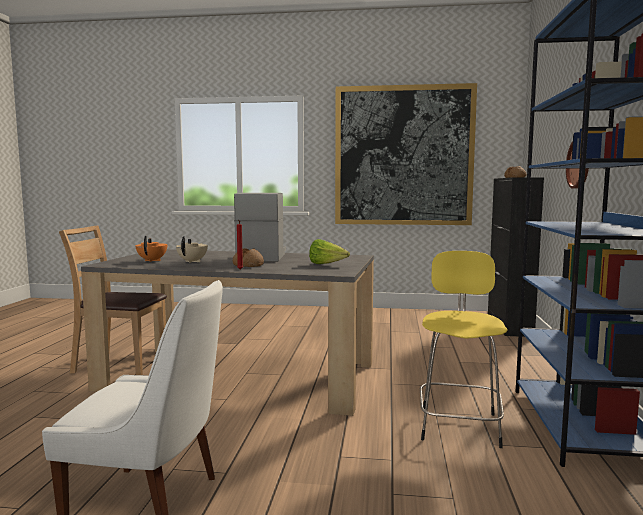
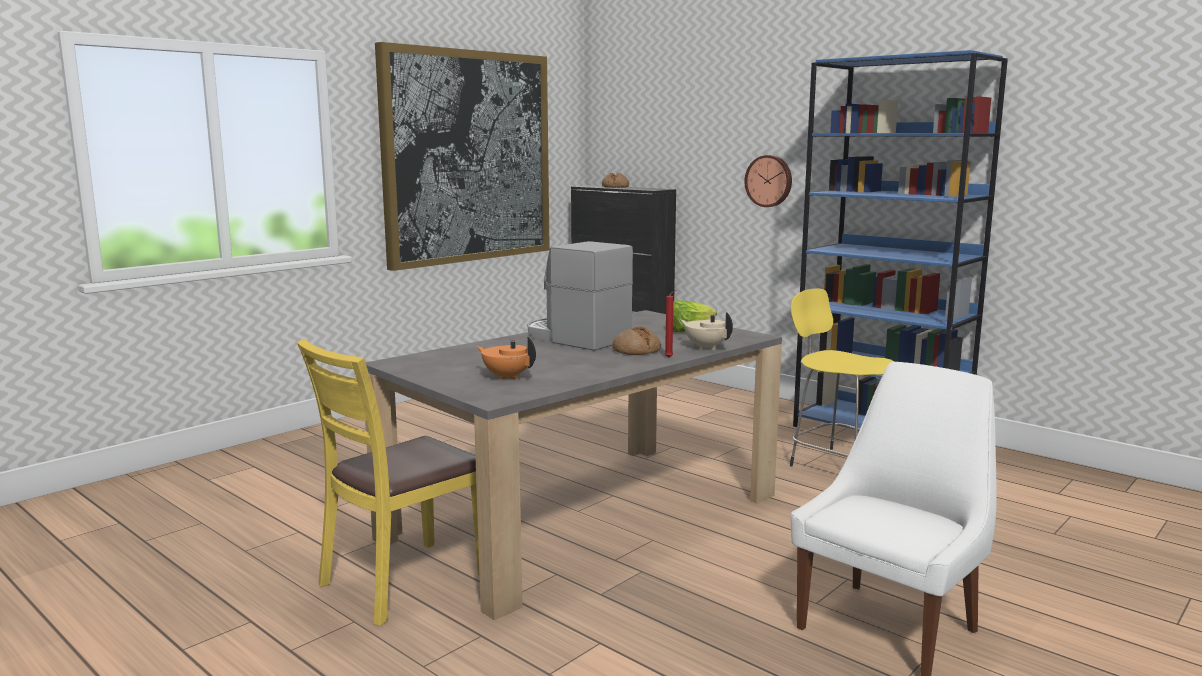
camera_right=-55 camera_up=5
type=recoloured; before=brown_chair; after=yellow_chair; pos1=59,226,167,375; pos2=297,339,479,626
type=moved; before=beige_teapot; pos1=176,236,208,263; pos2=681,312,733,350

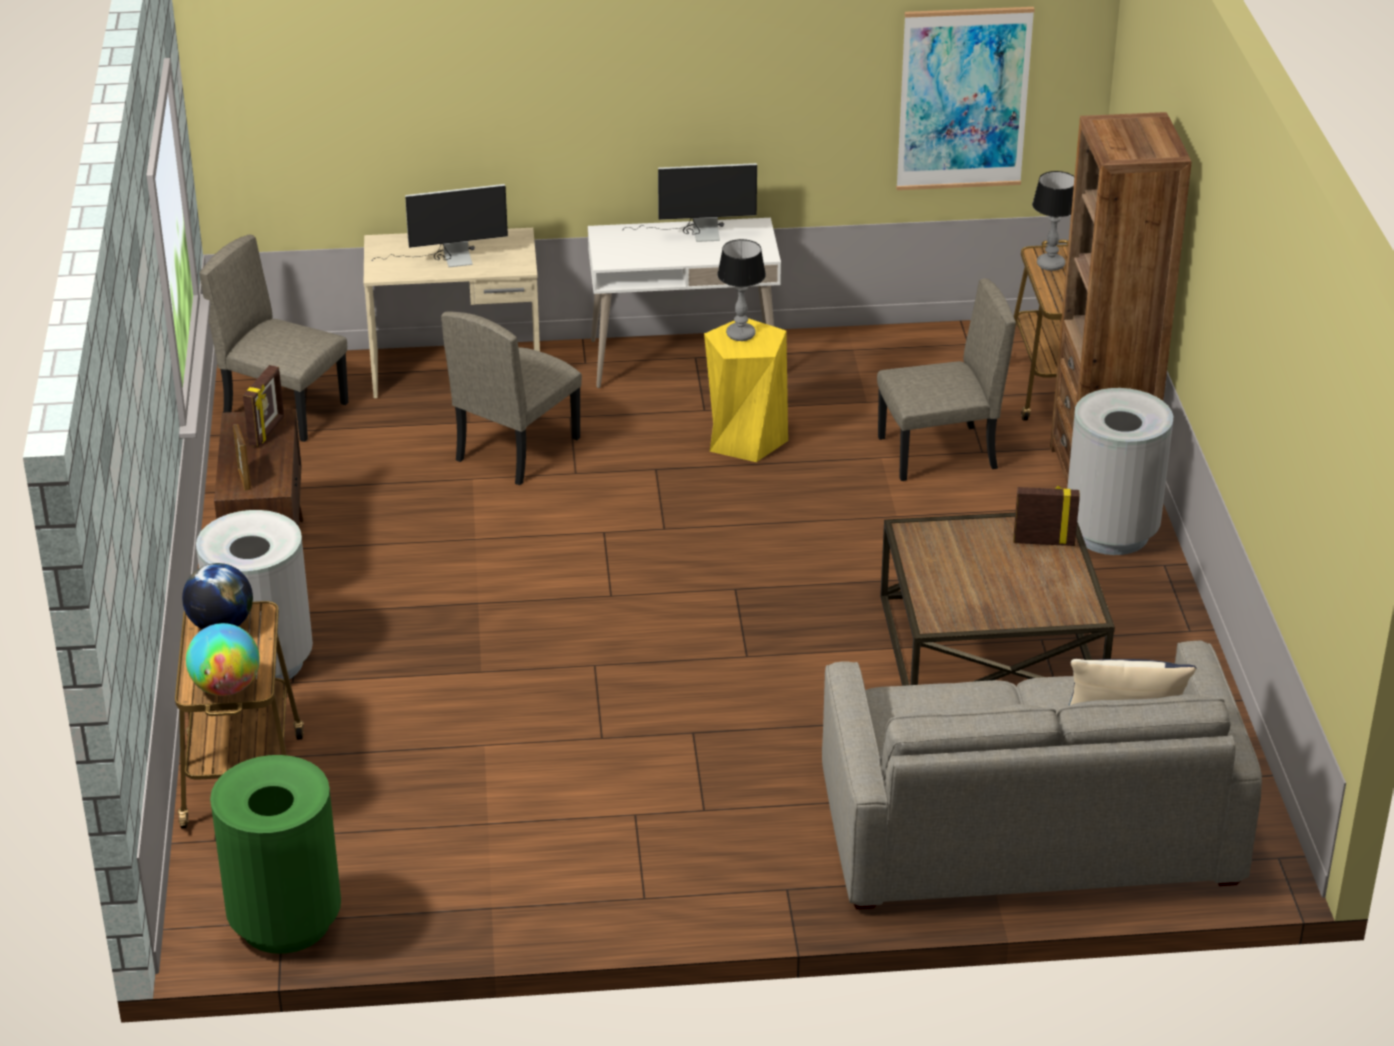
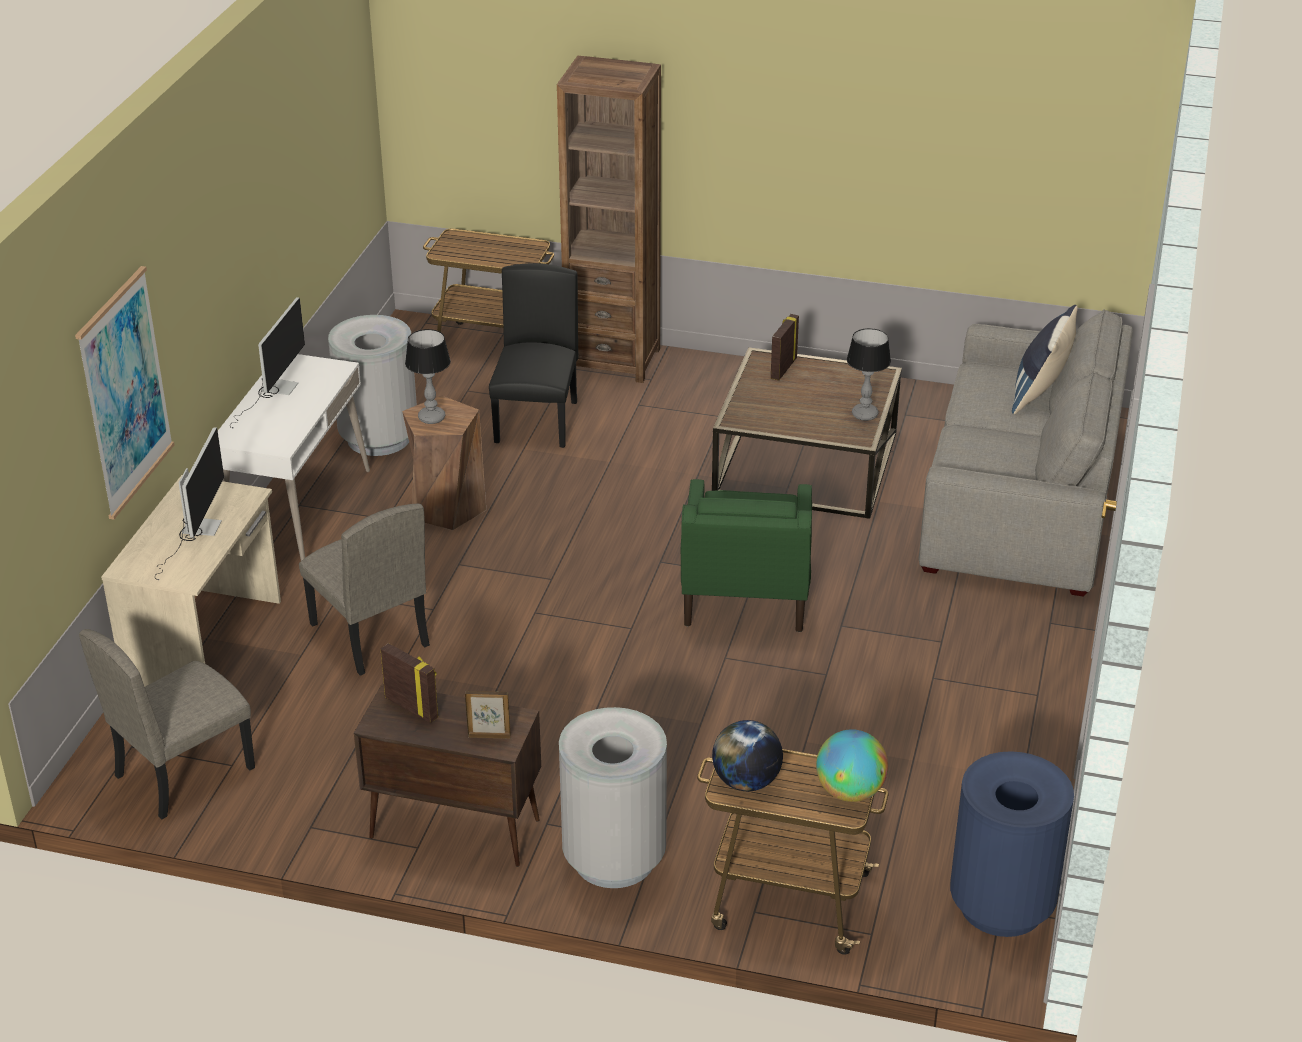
camera_right=-70 camera_up=0
type=moved; before=picture; pos1=896,7,1035,190; pos2=75,266,174,520
type=moved; before=grey_trash_can; pos1=1067,388,1173,555; pos2=328,315,417,456
type=recoloured; before=yellow_stool; after=brown_stool; pos1=704,318,788,462; pos2=402,396,486,530
type=recoloured; before=beige_chair; after=black_chair; pos1=877,278,1016,481; pos2=489,263,578,448
type=added; after=green_armchair; pos2=681,479,812,632
type=moved; before=table_lamp; pos1=1032,171,1075,271; pos2=847,328,891,421
type=recoloured; before=green_trash_can; after=blue_trash_can; pos1=210,755,341,954; pos2=950,751,1074,937

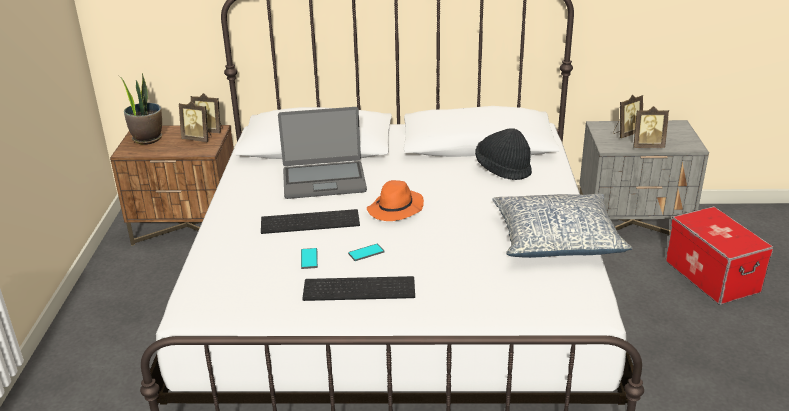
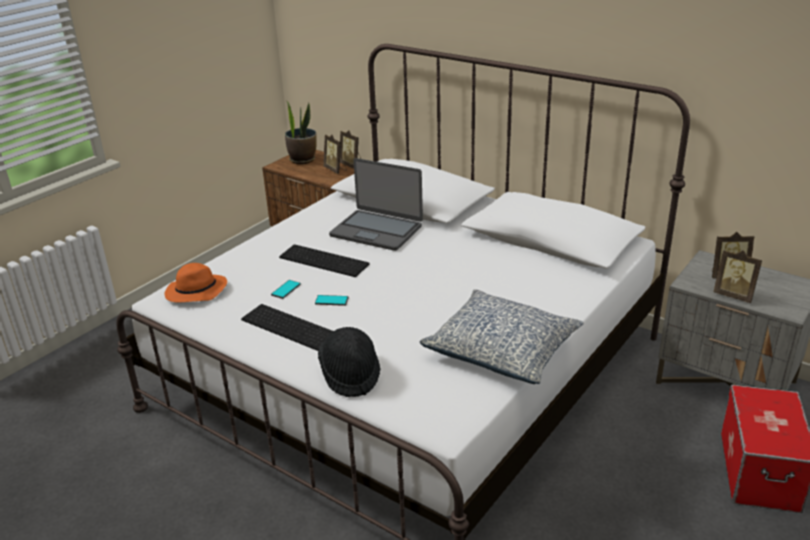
camera_right=35 camera_up=0
type=moved; before=orange_hat; pos1=367,180,424,221; pos2=165,263,227,303
type=moved; before=black_hat; pos1=475,128,532,180; pos2=318,327,380,397

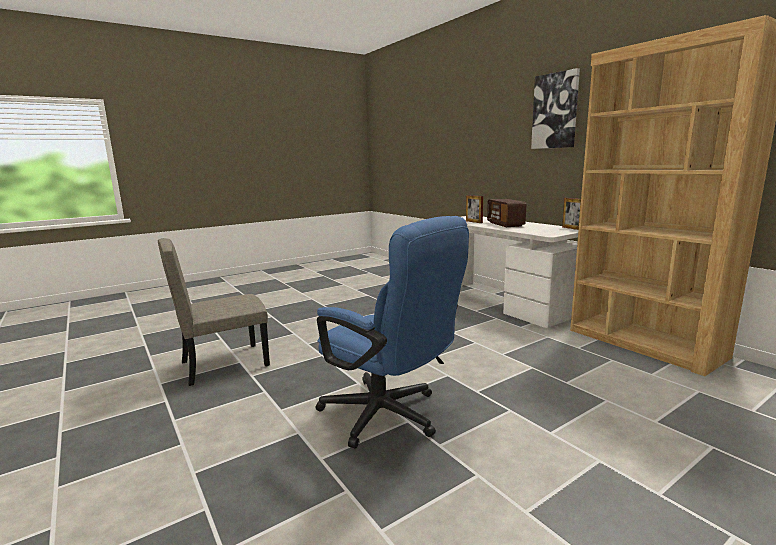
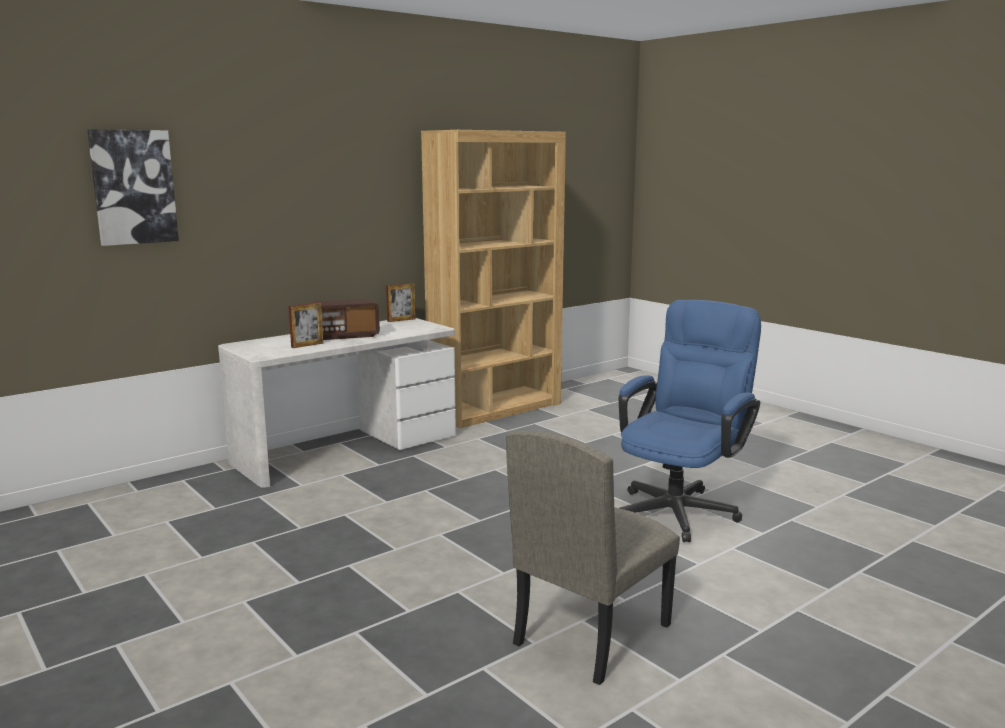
camera_right=-95 camera_up=0
type=moved; before=picture; pos1=531,68,580,149; pos2=87,129,179,246
type=turned; before=beige_chair; pos1=158,238,270,386; pos2=506,431,680,685; turn=75

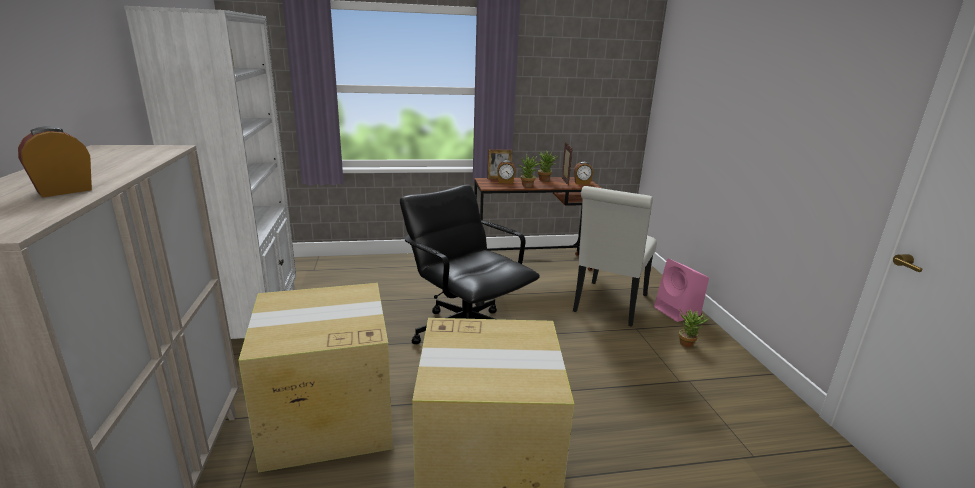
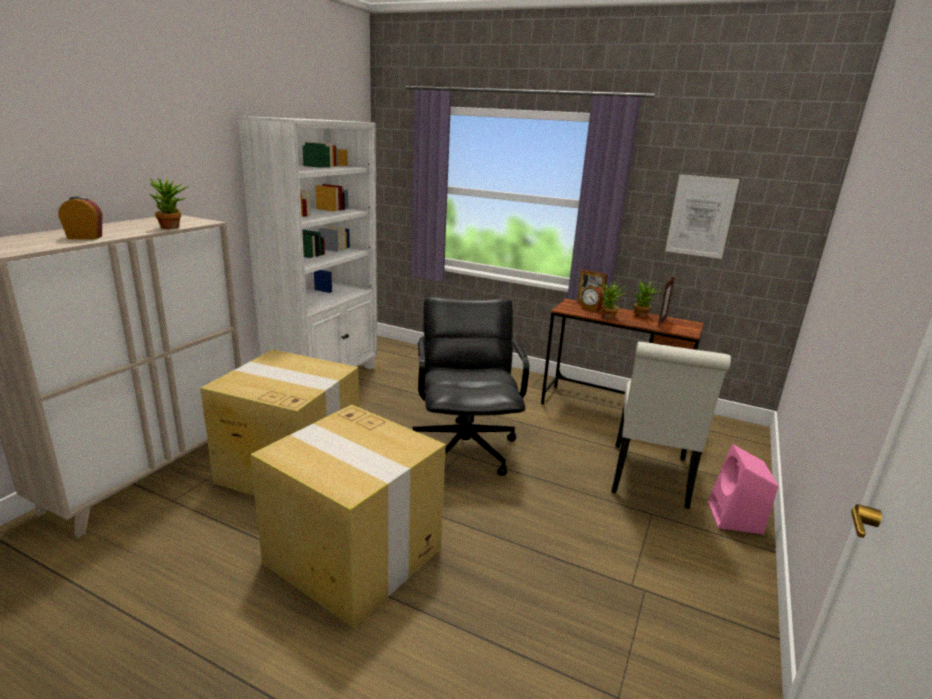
camera_right=35 camera_up=0
type=moved; before=potted_plant; pos1=679,309,709,347; pos2=149,178,188,229
type=turned; before=white_chair; pos1=573,186,657,327; pos2=611,342,731,509; turn=-45
type=added; after=picture; pos2=665,174,740,259
type=removed; before=alarm_clock; pos1=574,162,593,185

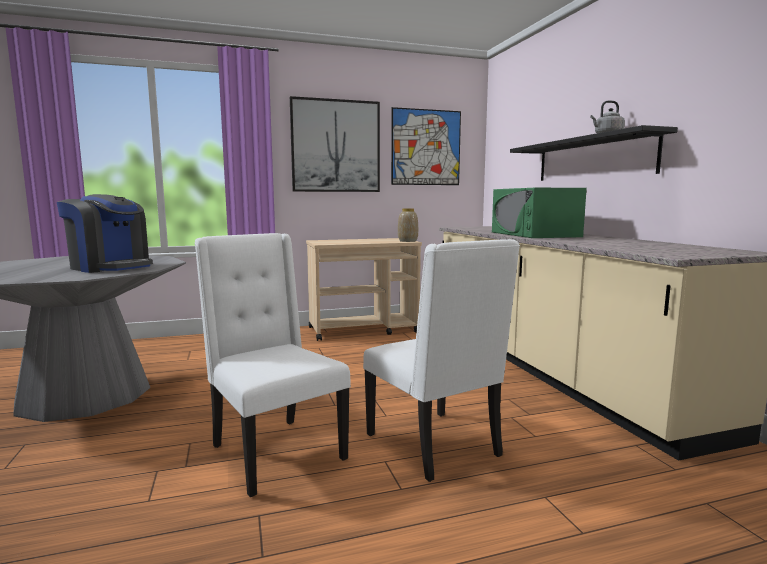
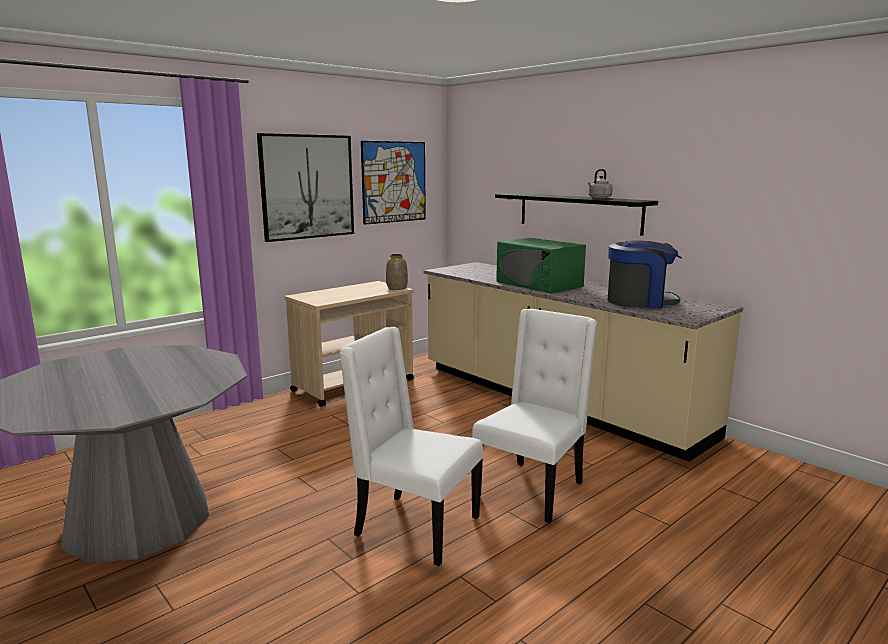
camera_right=-25 camera_up=5
type=turned; before=white_chair; pos1=363,239,520,482; pos2=472,309,597,523; turn=-90
type=moved; before=coffee_machine; pos1=57,194,153,273; pos2=608,240,682,308

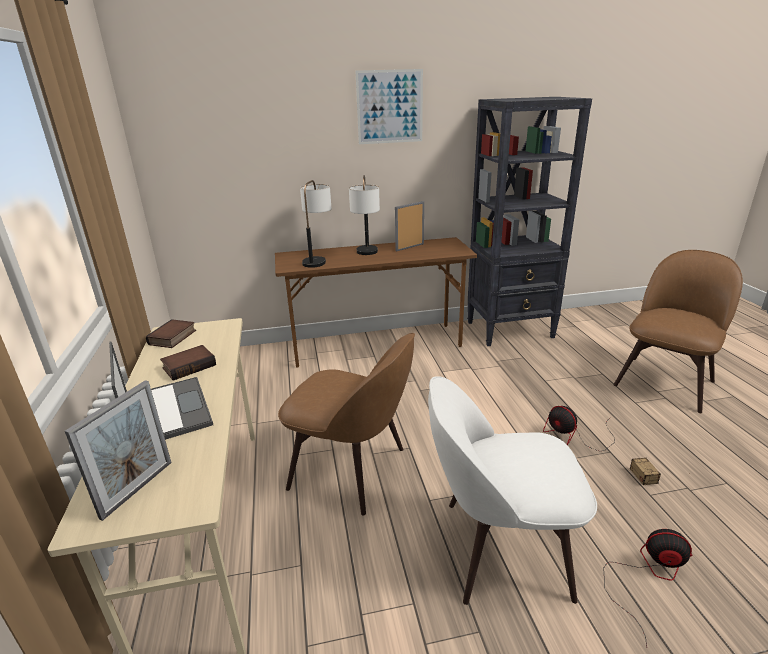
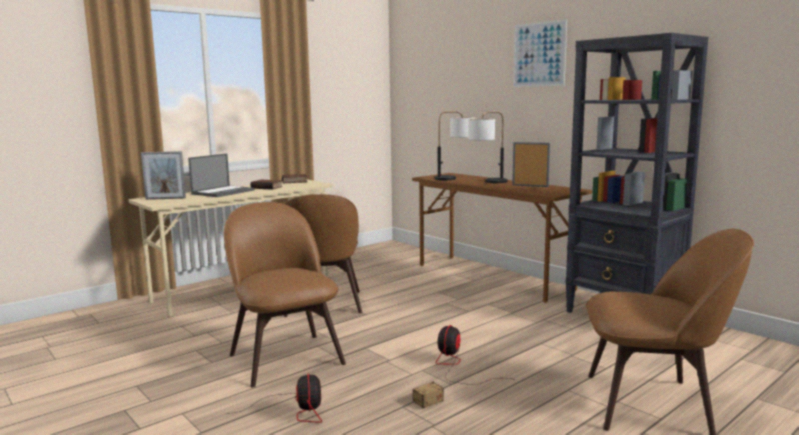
camera_right=60 camera_up=-15
type=recoloured; before=white_chair; after=brown_chair; pos1=428,376,597,605; pos2=224,202,346,388

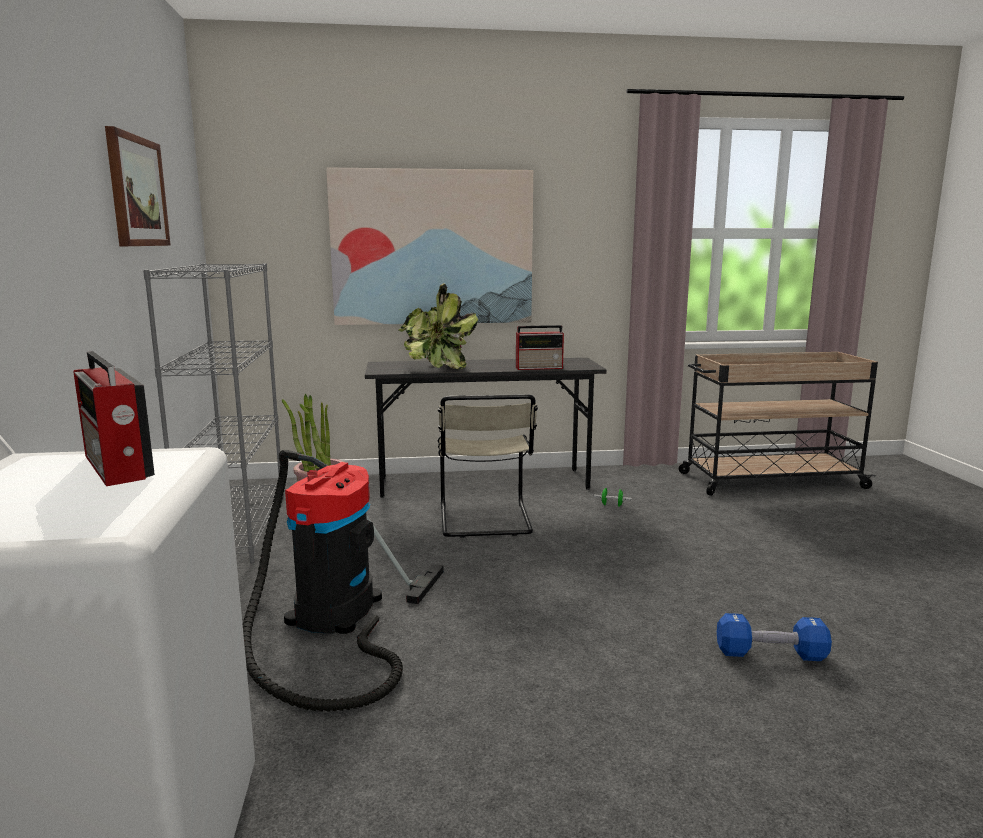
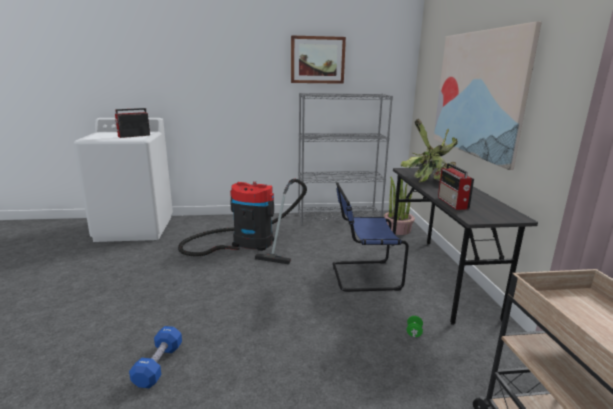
camera_right=90 camera_up=5
type=recoloured; before=beige_chair; after=blue_chair; pos1=438,394,538,537; pos2=333,182,409,292

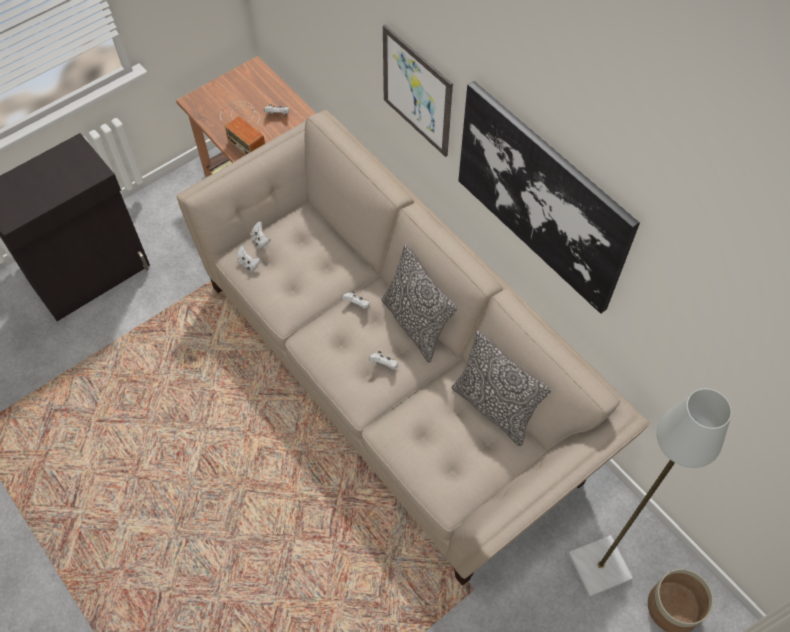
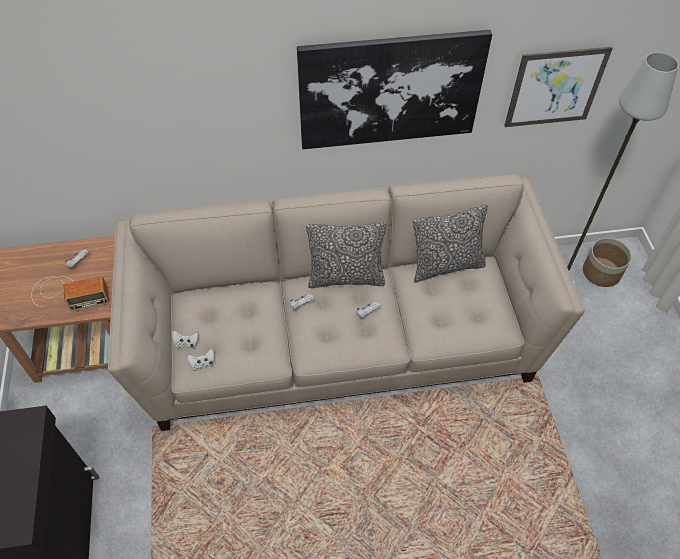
camera_right=-60 camera_up=-5
type=moved; before=picture; pos1=383,25,453,157; pos2=504,47,613,127

